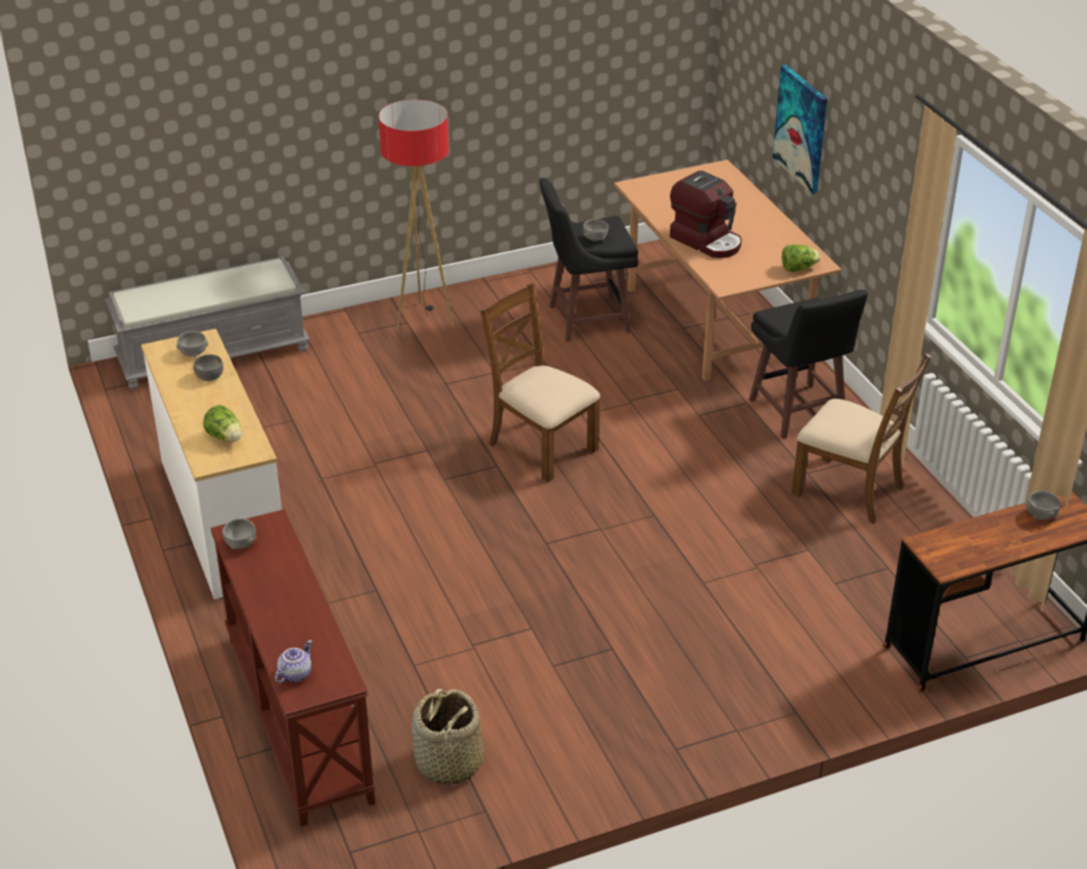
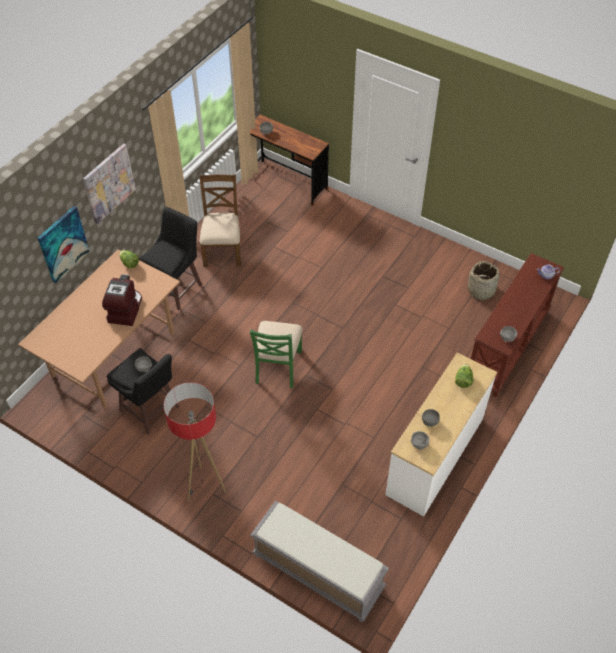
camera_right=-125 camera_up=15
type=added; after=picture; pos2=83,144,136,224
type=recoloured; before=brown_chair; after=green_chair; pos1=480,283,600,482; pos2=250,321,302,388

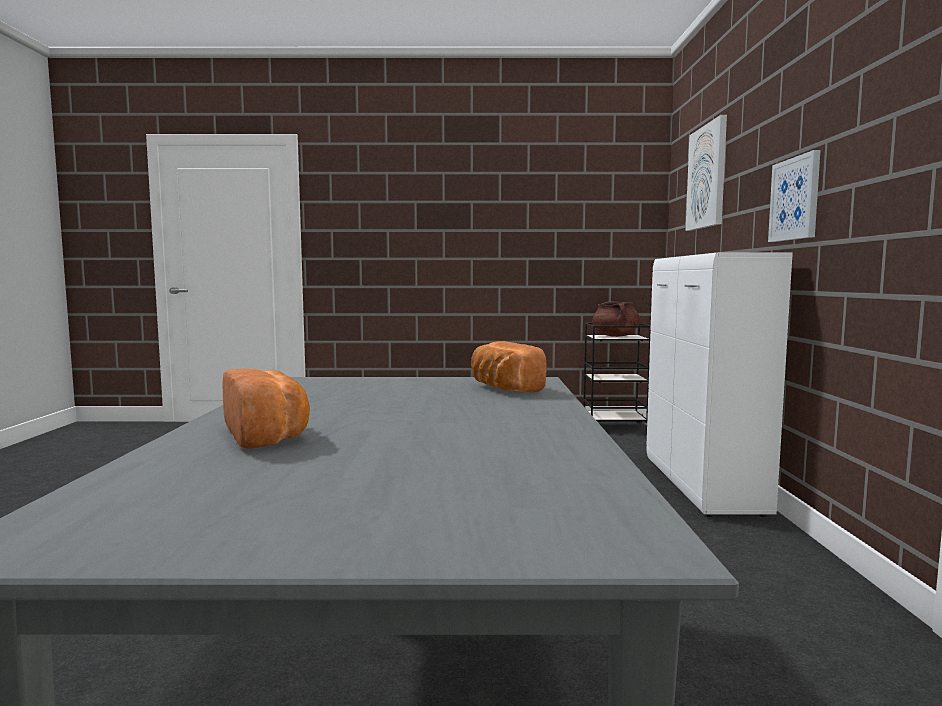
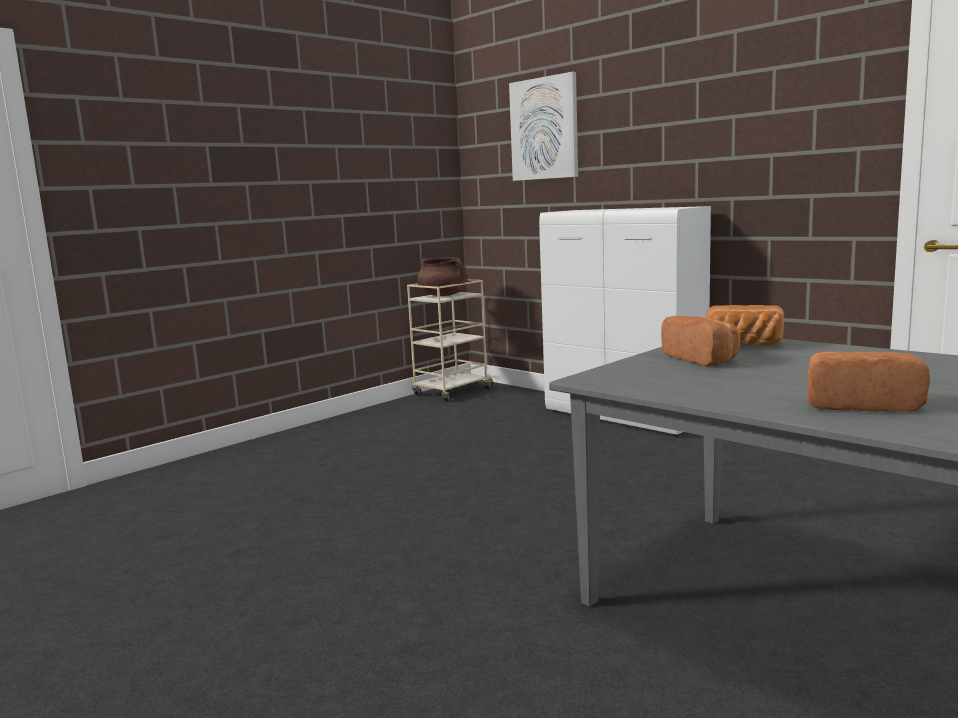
camera_right=-45 camera_up=5
type=recoloured; before=black_cart; after=beige_cart; pos1=583,323,651,431; pos2=407,279,495,402
type=added; after=bread; pos2=661,316,740,366
type=removed; before=picture; pos1=768,150,821,242

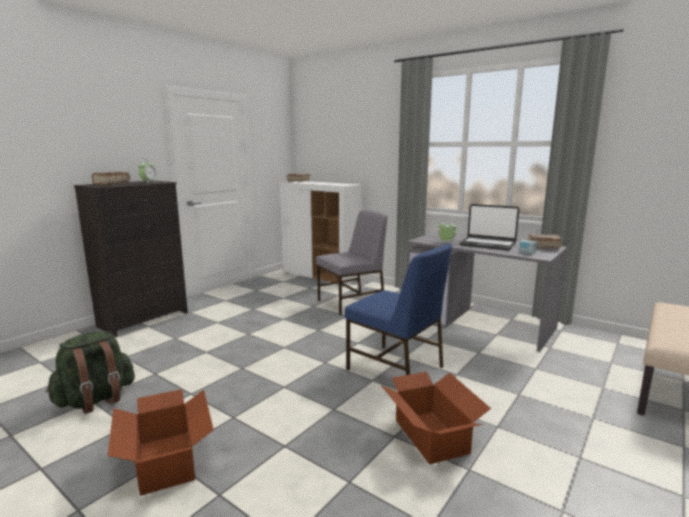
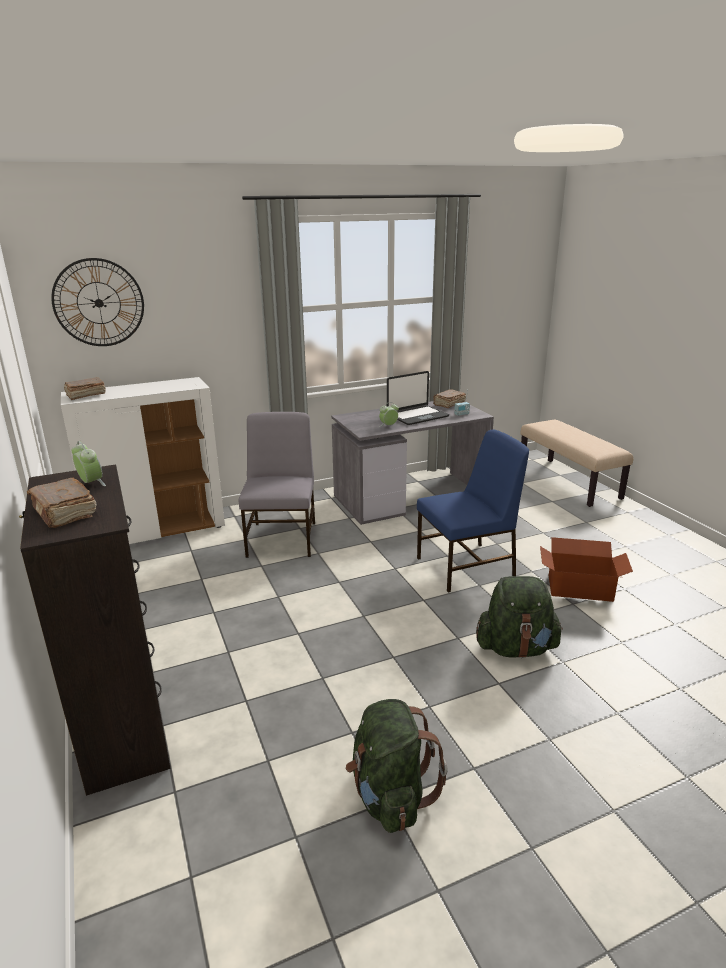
camera_right=-60 camera_up=10
type=added; after=wall_clock; pos2=51,258,144,346
type=added; after=green_backpack; pos2=476,576,563,658
type=removed; before=cardboard_box; pos1=108,389,214,496

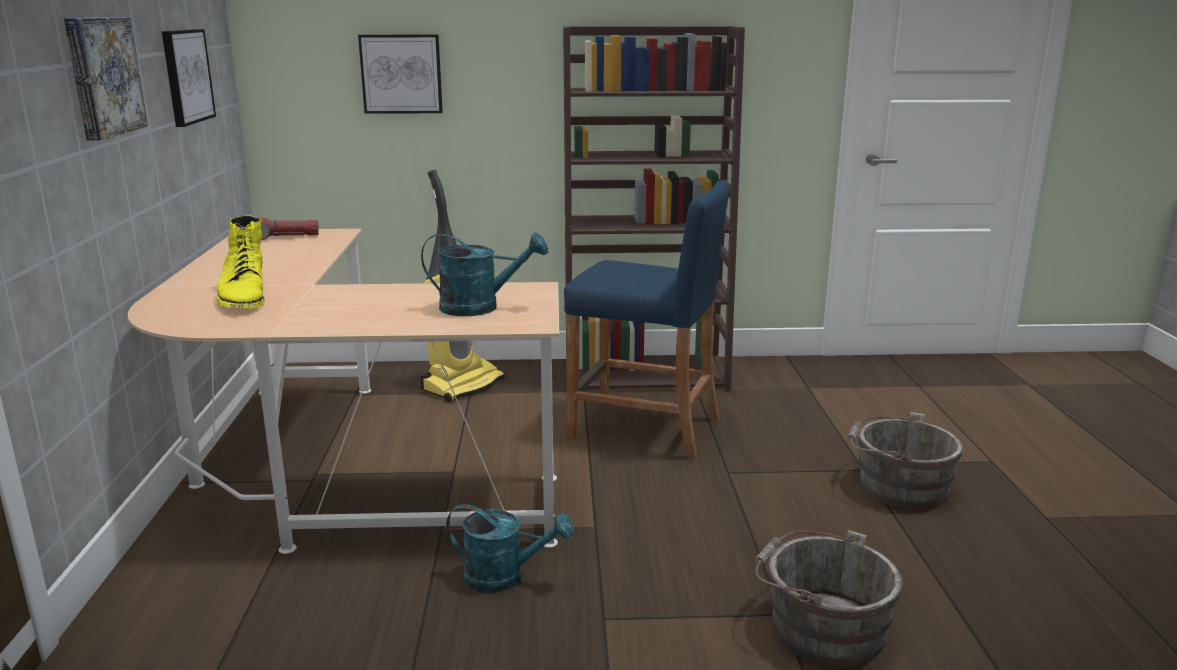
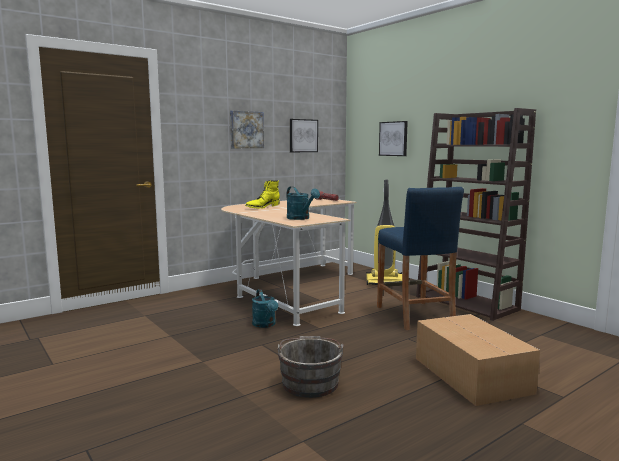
camera_right=55 camera_up=-10
type=replaced; before=grey_bucket; after=cardboard_box; pos1=847,412,963,509; pos2=416,314,540,406

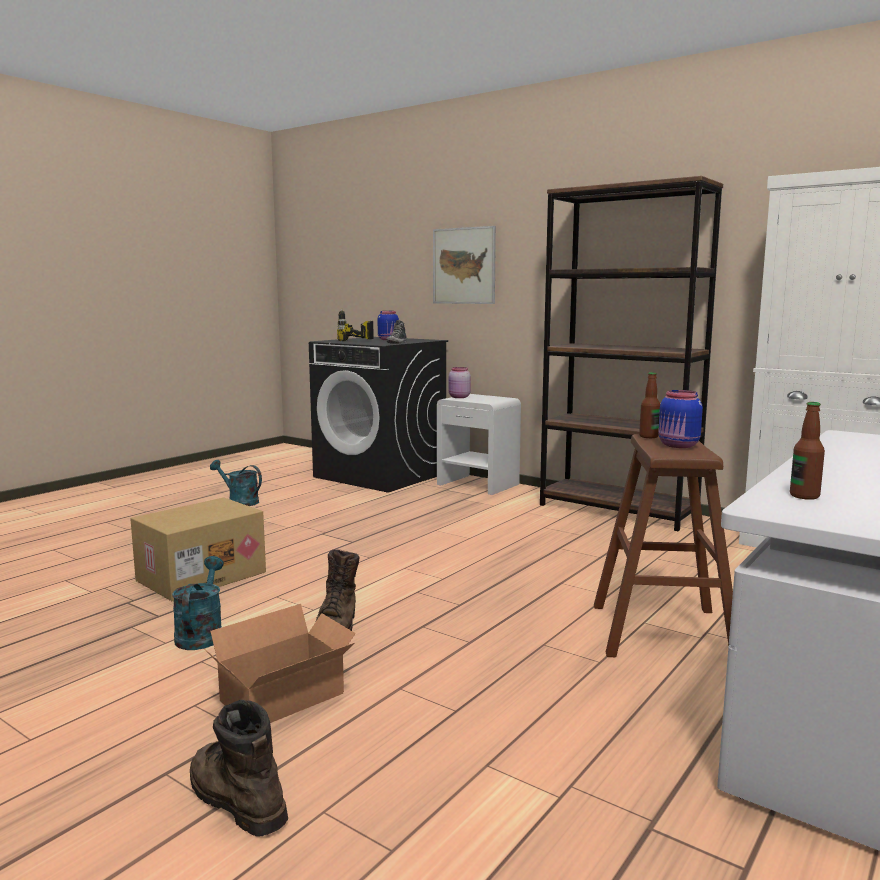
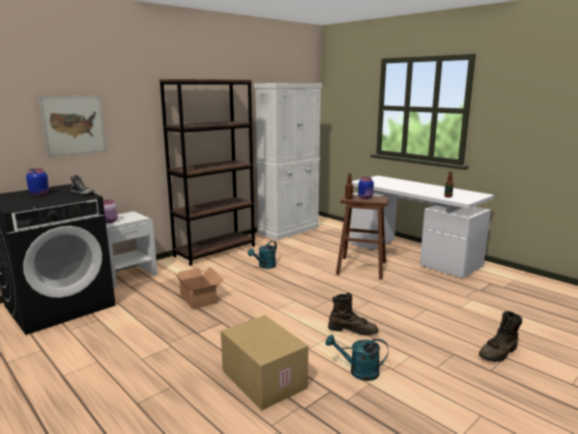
camera_right=-80 camera_up=5
type=moved; before=cardboard_box; pos1=204,604,356,723; pos2=174,267,224,309
type=moved; before=turquoise_watering_can; pos1=210,460,262,506; pos2=248,241,277,269
type=removed; before=power_drill; pos1=337,308,374,341

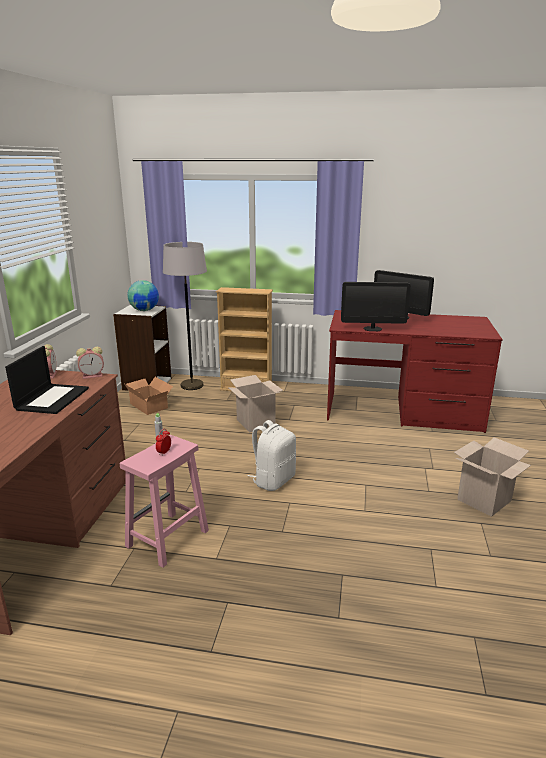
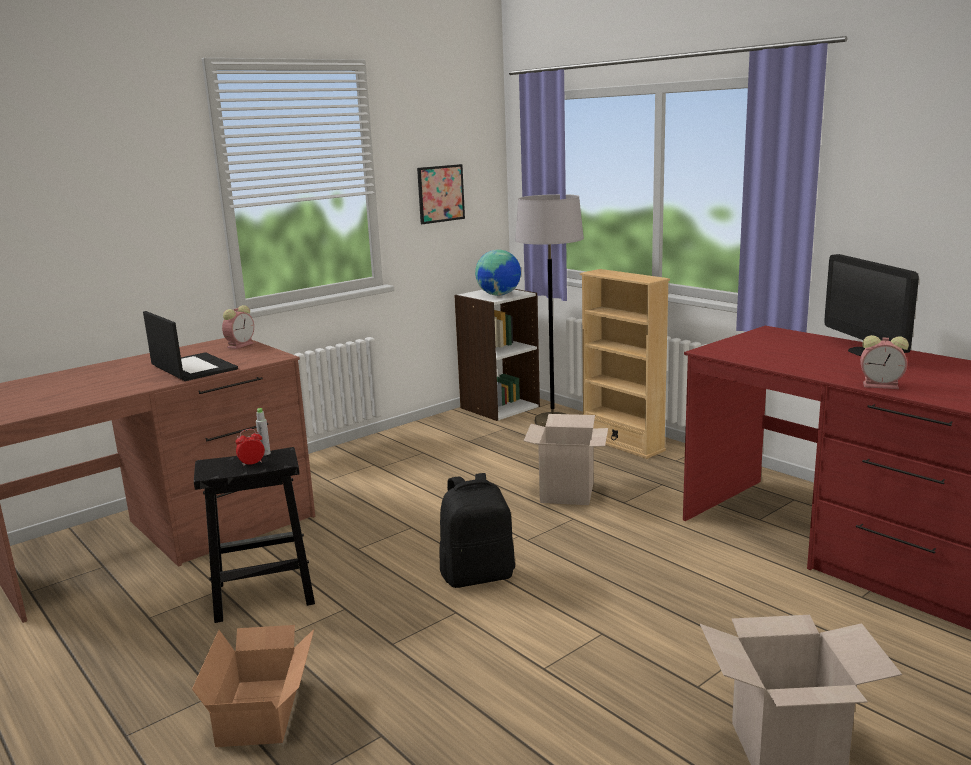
camera_right=40 camera_up=-5
type=turned; before=laptop; pos1=5,346,89,414; pos2=143,311,238,381; turn=-90
type=moved; before=cardboard_box; pos1=125,377,173,415; pos2=192,625,314,747
type=recoloured; before=pink_stool; after=black_stool; pos1=120,435,209,568; pos2=194,447,315,623
type=added; after=picture; pos2=417,164,465,224
type=recoloured; before=white_backpack; after=black_backpack; pos1=248,420,296,491; pos2=439,473,515,588
type=moved; before=alarm_clock; pos1=76,347,104,379; pos2=860,335,909,389
type=removed; before=monitor; pos1=341,282,411,331

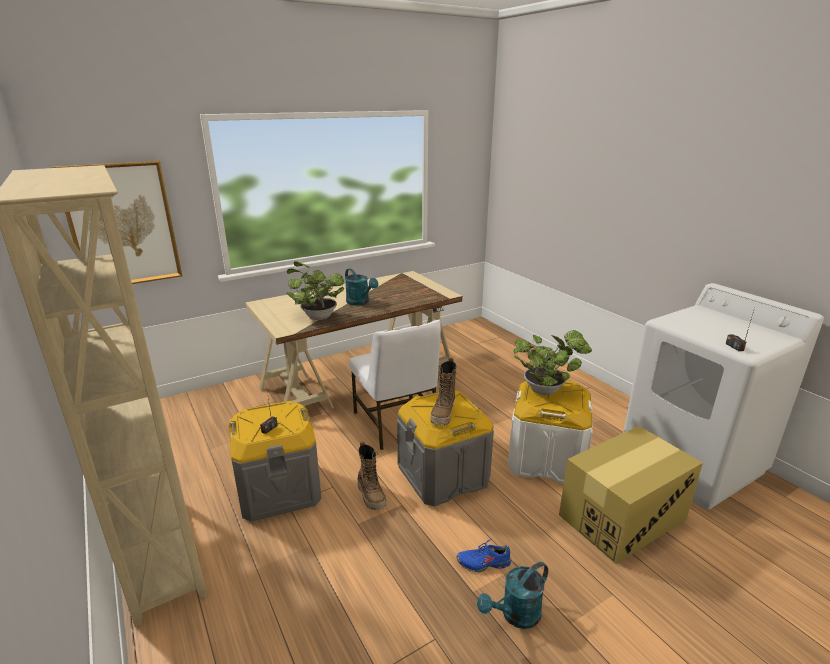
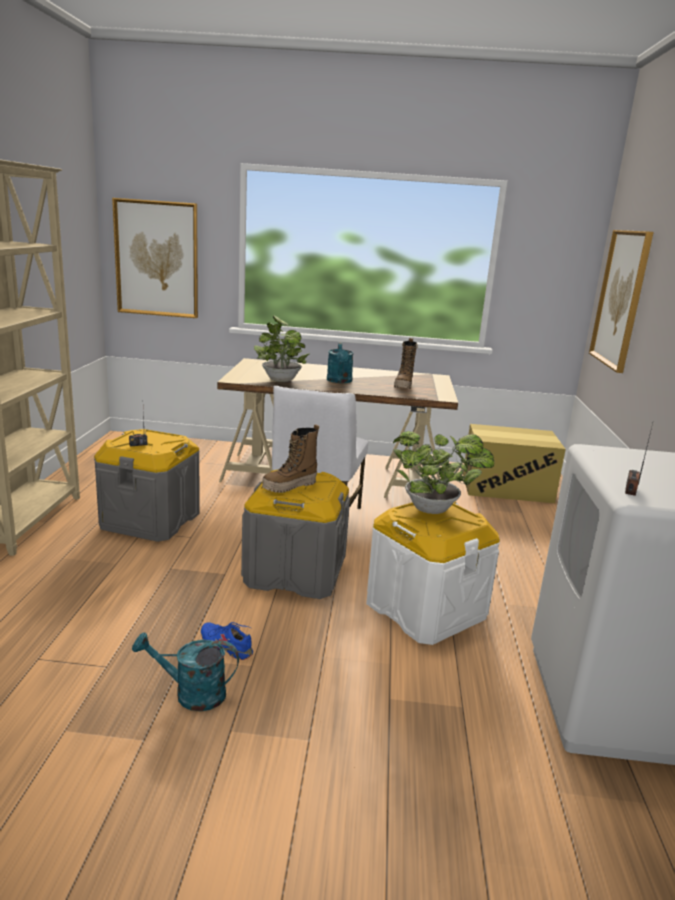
camera_right=35 camera_up=-5
type=moved; before=boot; pos1=357,441,386,510; pos2=394,338,418,389
type=moved; before=cardboard_box; pos1=559,426,703,564; pos2=463,424,566,503
type=added; after=picture; pos2=589,230,654,373

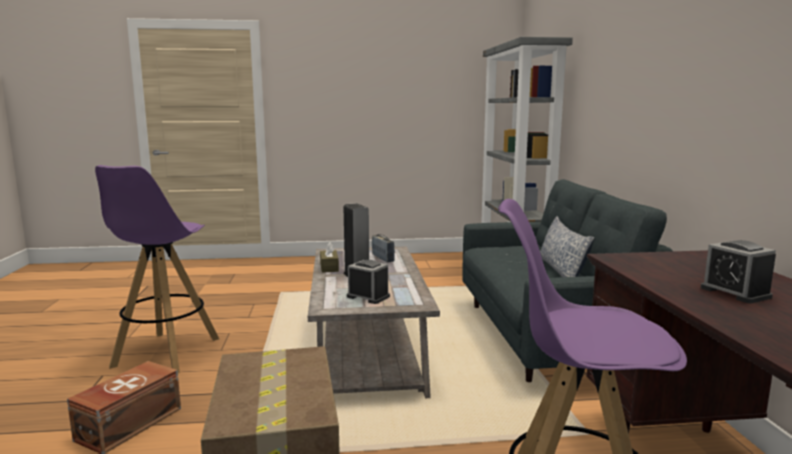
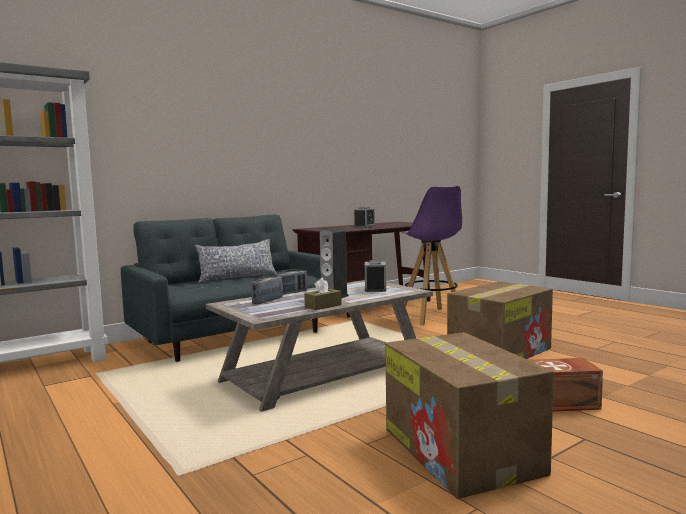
camera_right=-120 camera_up=-5
type=added; after=radio; pos2=275,269,308,294
type=replaced; before=purple_stool; after=cardboard_box; pos1=95,165,219,373; pos2=385,332,554,499

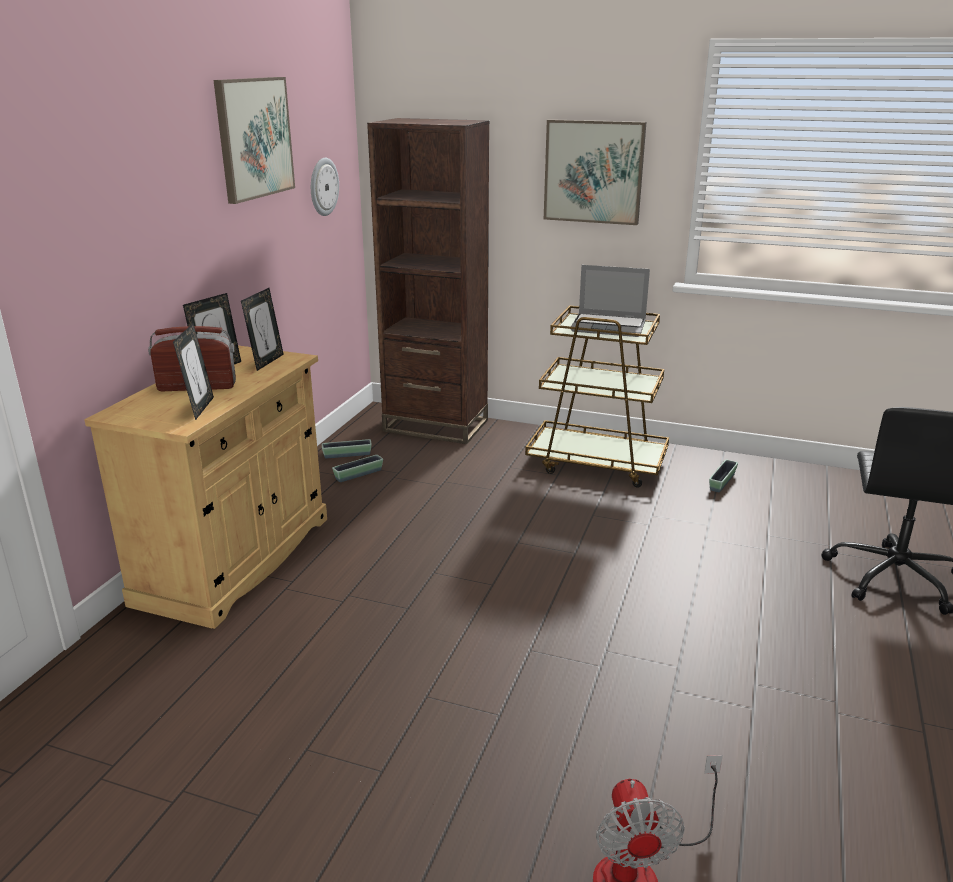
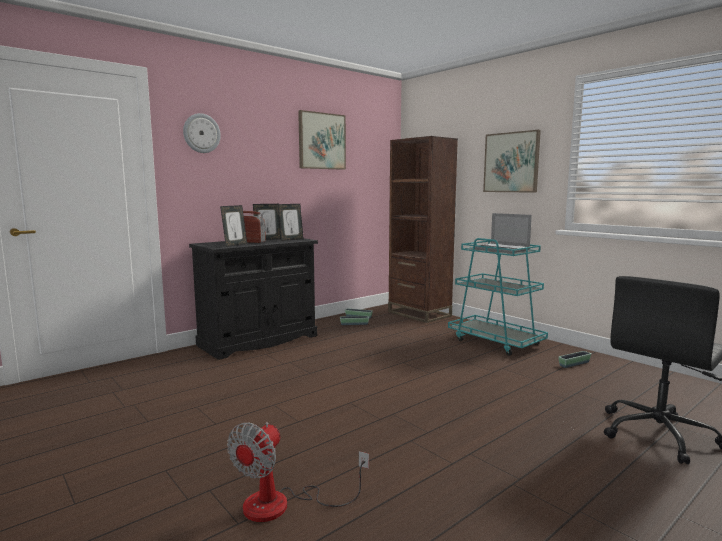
camera_right=30 camera_up=-15
type=moved; before=wall_clock; pos1=311,158,339,216; pos2=183,113,221,153
type=recoloured; before=beige_cabinet; after=black_cabinet; pos1=84,346,327,629; pos2=189,238,318,360
type=recoloured; before=brown_cart; after=turquoise_cart; pos1=525,305,669,488; pos2=448,238,548,356

